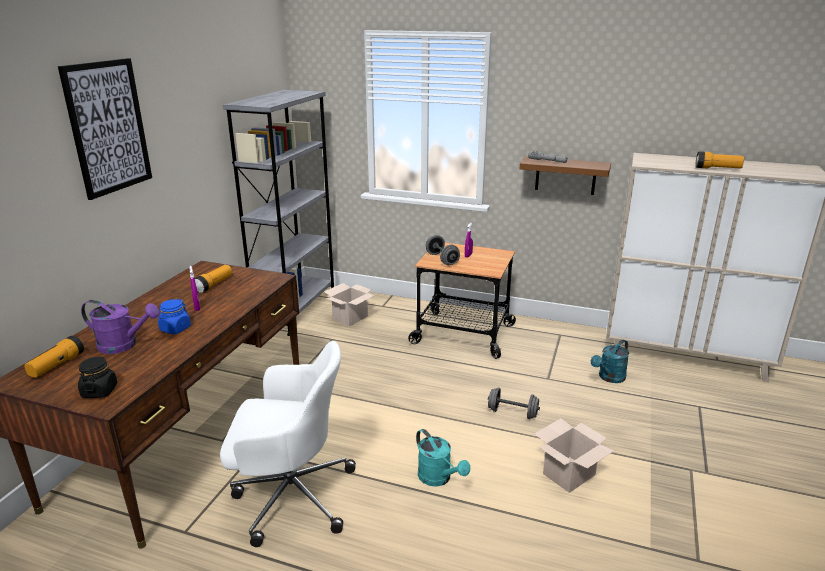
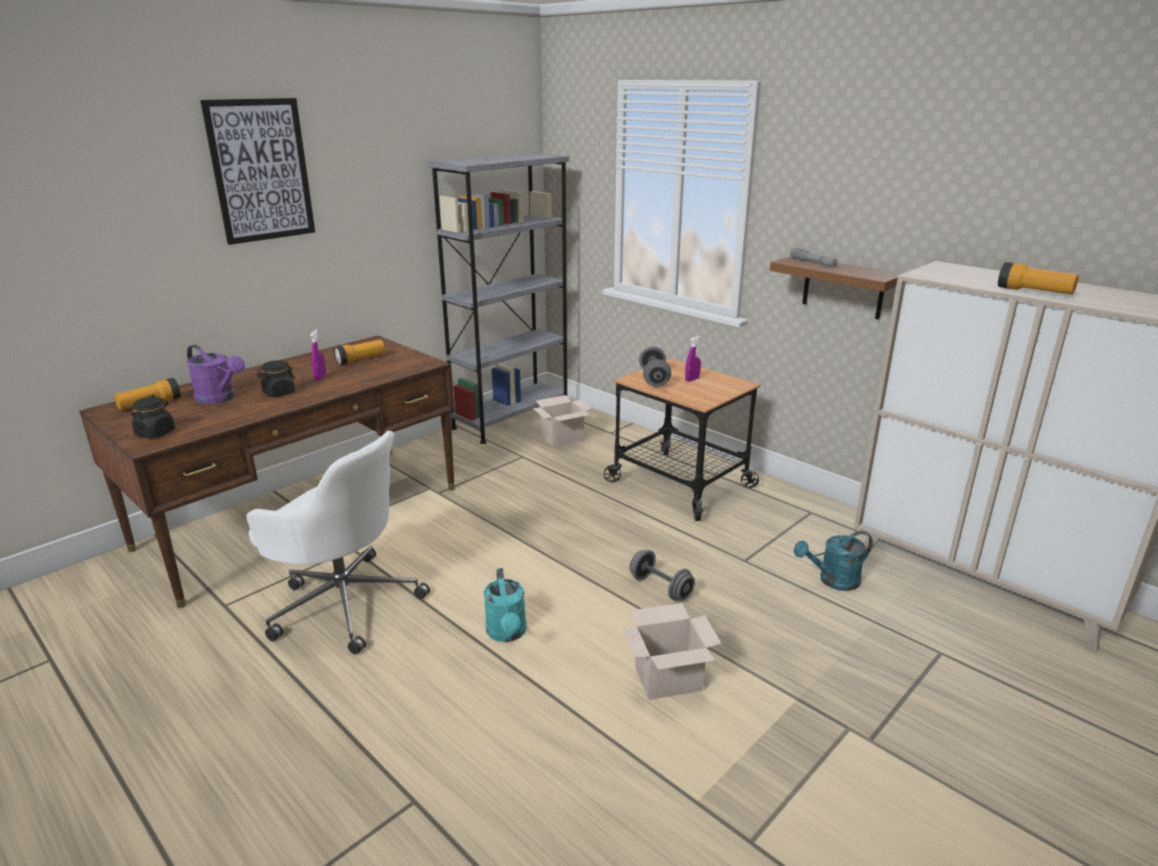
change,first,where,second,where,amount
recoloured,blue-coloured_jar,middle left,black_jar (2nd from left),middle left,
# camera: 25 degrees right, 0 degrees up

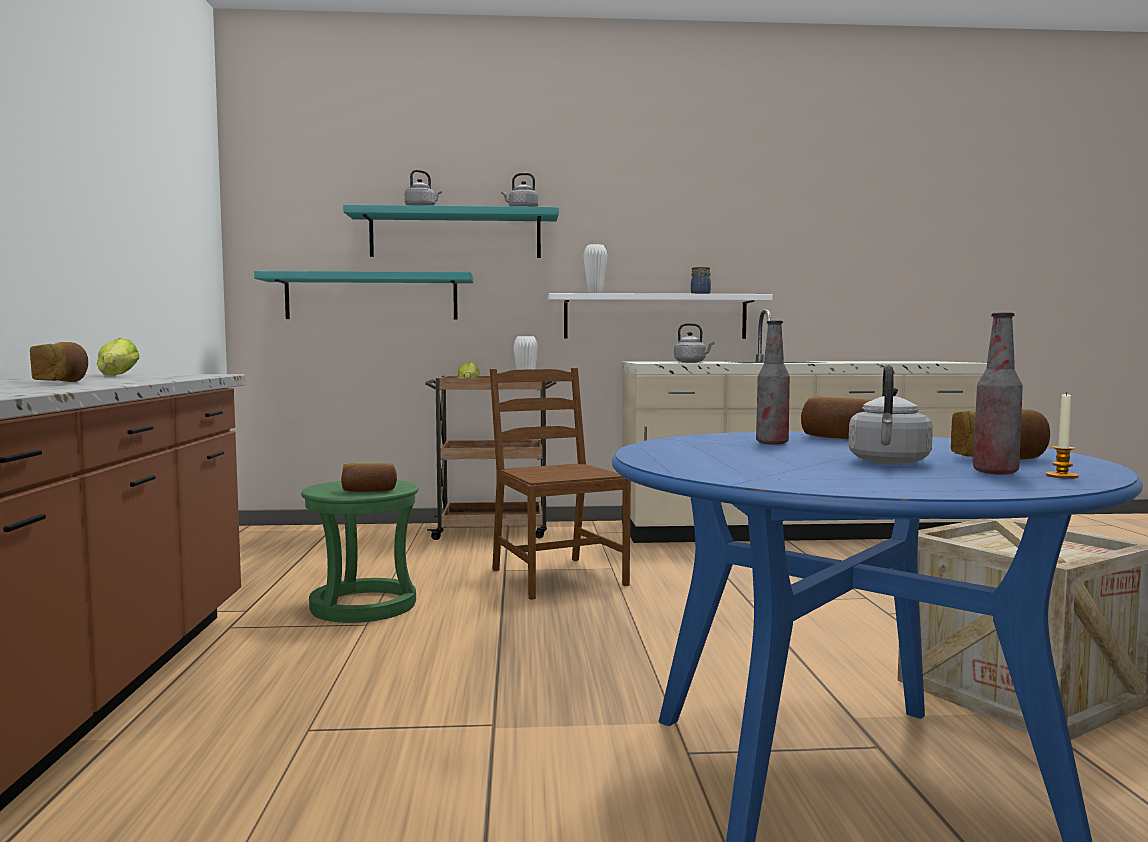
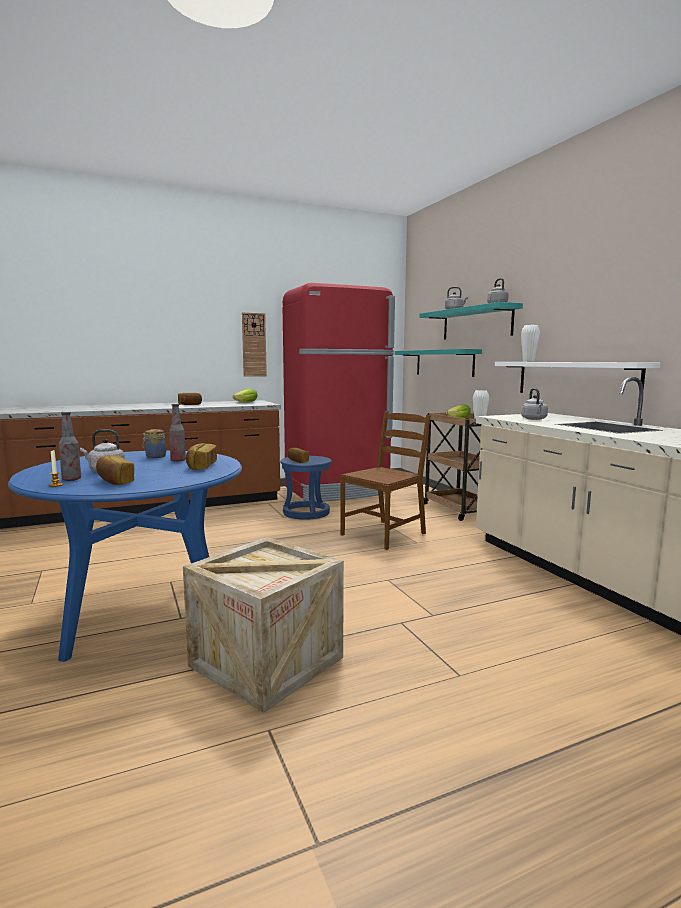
change,first,where,second,where,amount
moved,jar,top centre,,middle left,
recoloured,green_stool_seat,middle left,blue-coloured_stool_seat,centre,
added,,,reddish_refrigerator,centre,
added,,,hanging_clock,centre,
# camera: 70 degrees right, 5 degrees up

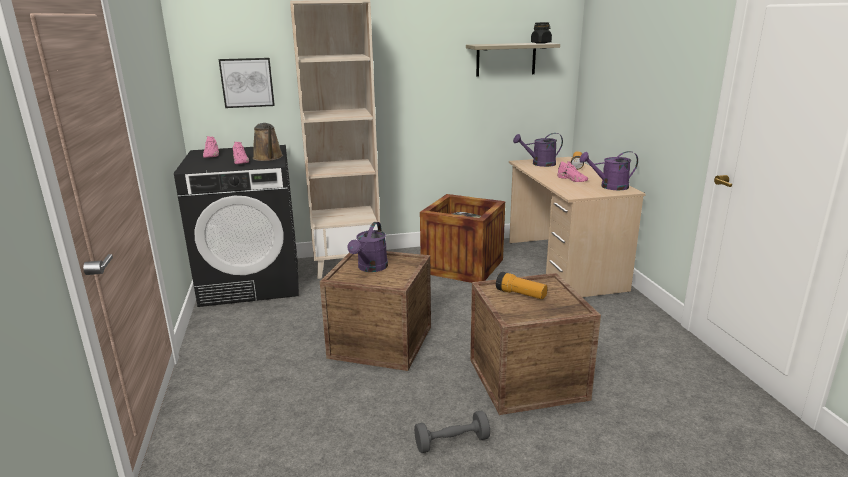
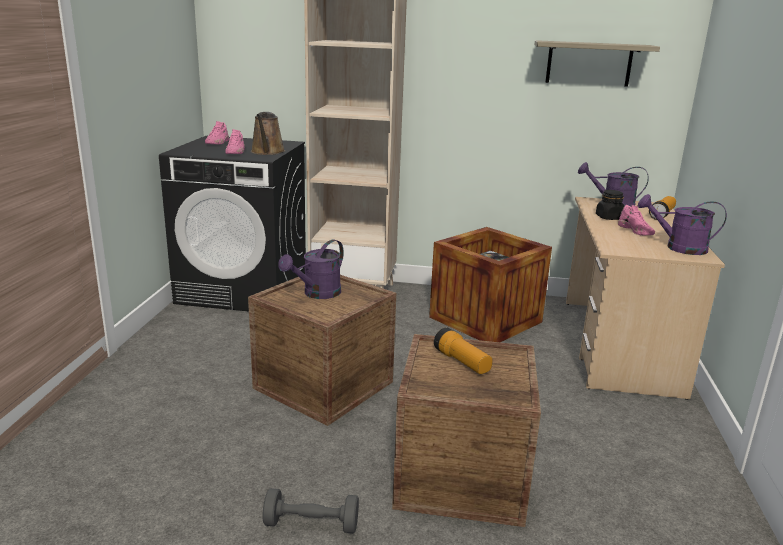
change,first,where,second,where,amount
moved,black_jar,top centre,,middle right,
removed,wall_art,top left,,,
# camera: 20 degrees right, 0 degrees up

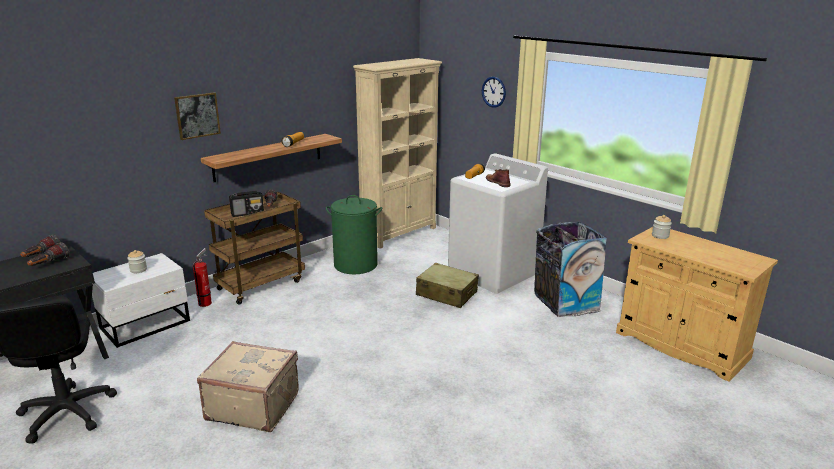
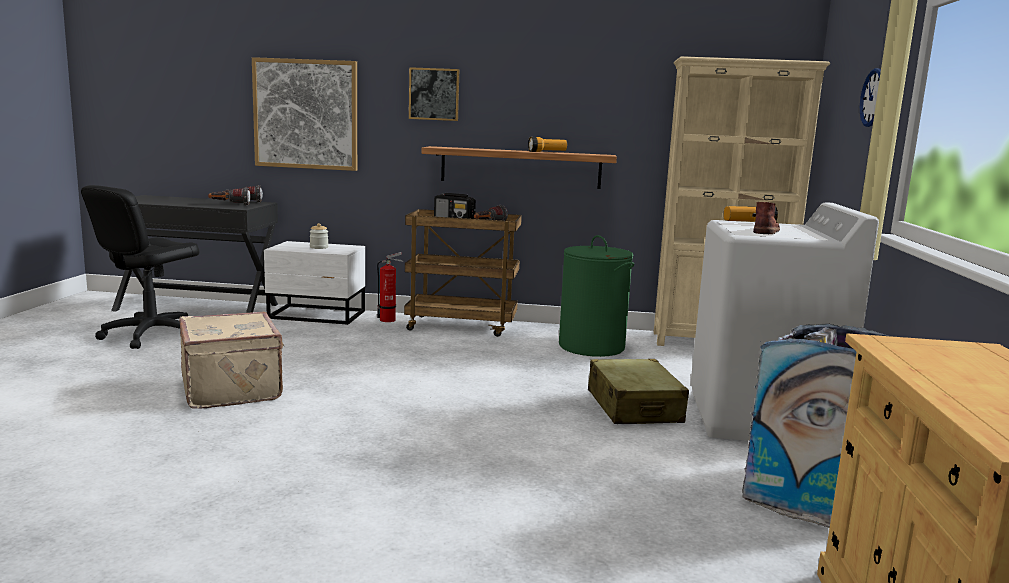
change,first,where,second,where,amount
removed,jar (2nd from left),middle right,,,
added,,,wall_art (1st from left),top left,
# camera: 50 degrees right, 10 degrees down

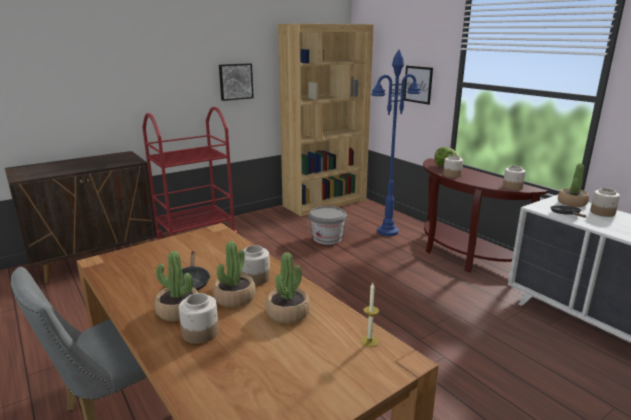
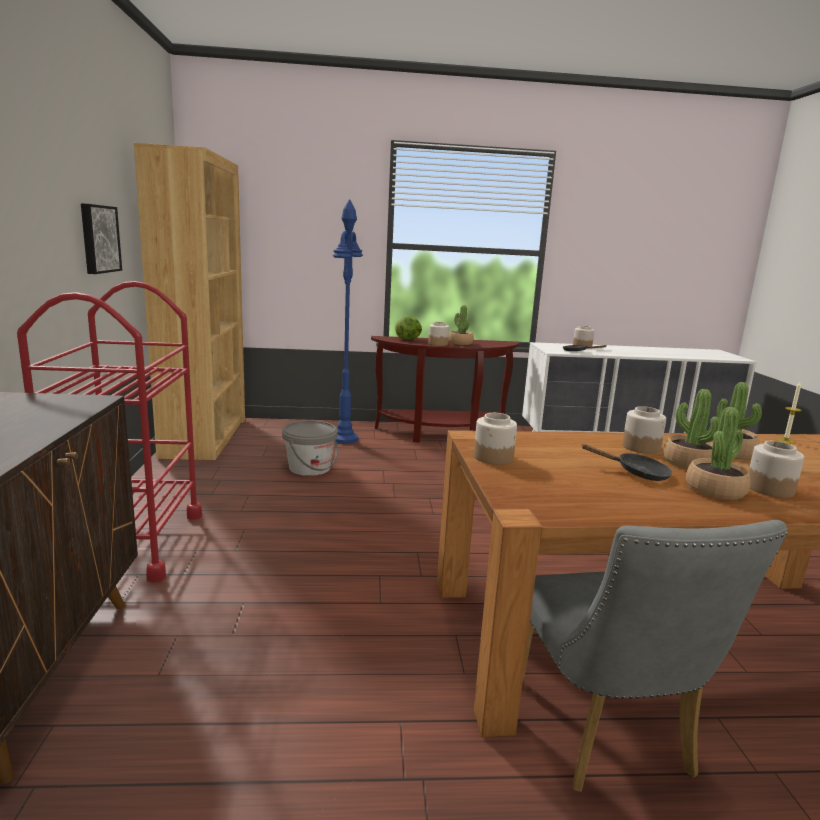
change,first,where,second,where,amount
removed,wall_art (2nd from left),top centre,,,
moved,potted_plant (4th from left in the first image),middle right,potted_plant (1st from left),centre,
moved,jar (4th from left in the first image),middle right,jar (2nd from left),centre,
# camera: 60 degrees left, 5 degrees down

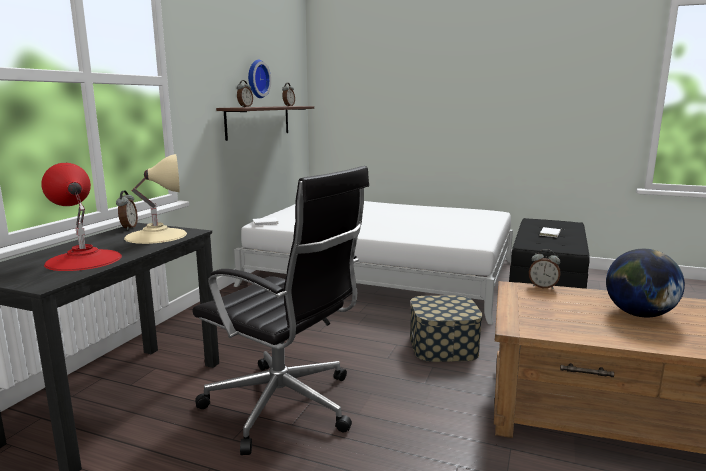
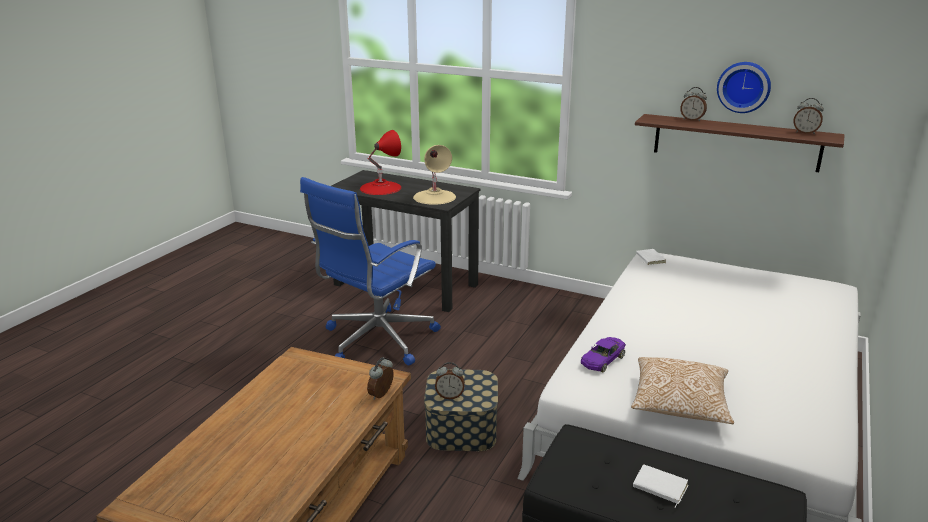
change,first,where,second,where,amount
recoloured,black_office_chair,centre,blue-coloured_office_chair,centre,
moved,alarm_clock (1st from left in the first image),middle left,alarm_clock (2nd from left),bottom centre,
removed,world_globe,middle right,,,
added,,,purplish_toy_car,bottom centre,
added,,,throw_pillow,bottom right,
# camera: 95 degrees right, 10 degrees up

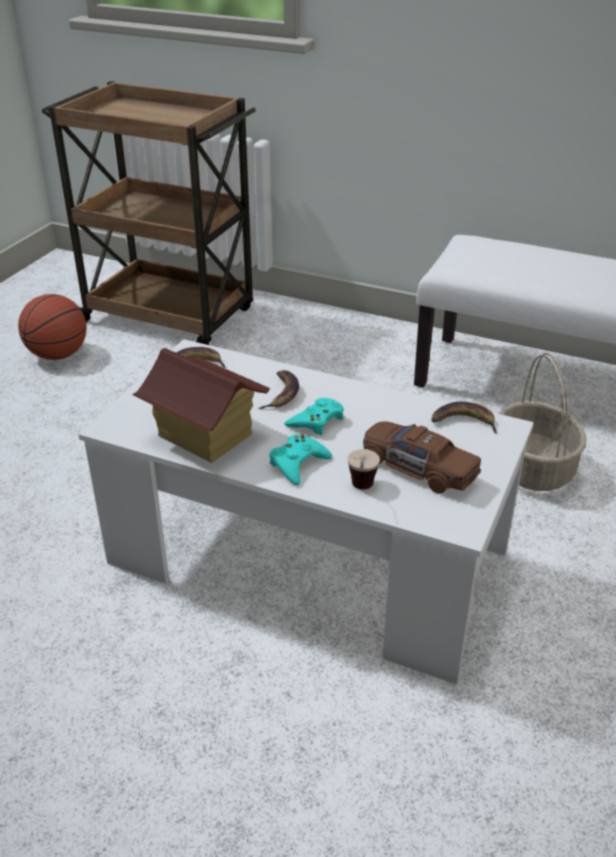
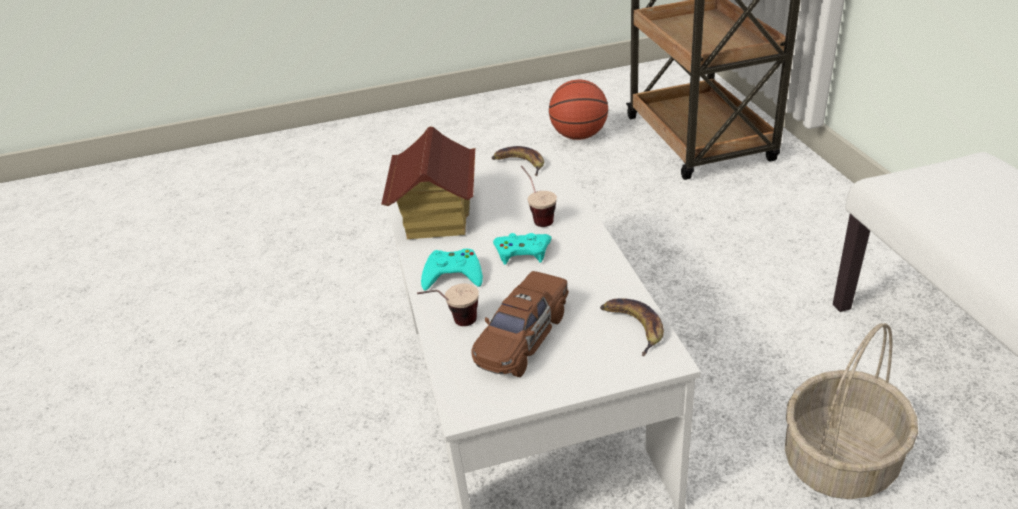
change,first,where,second,where,amount
replaced,banana_fruit (2nd from left),centre,small_cup (2nd from left),centre,
turned,brown-coloured_toy_car,middle right,,centre,150 degrees counterclockwise
# camera: 55 degrees right, 0 degrees up

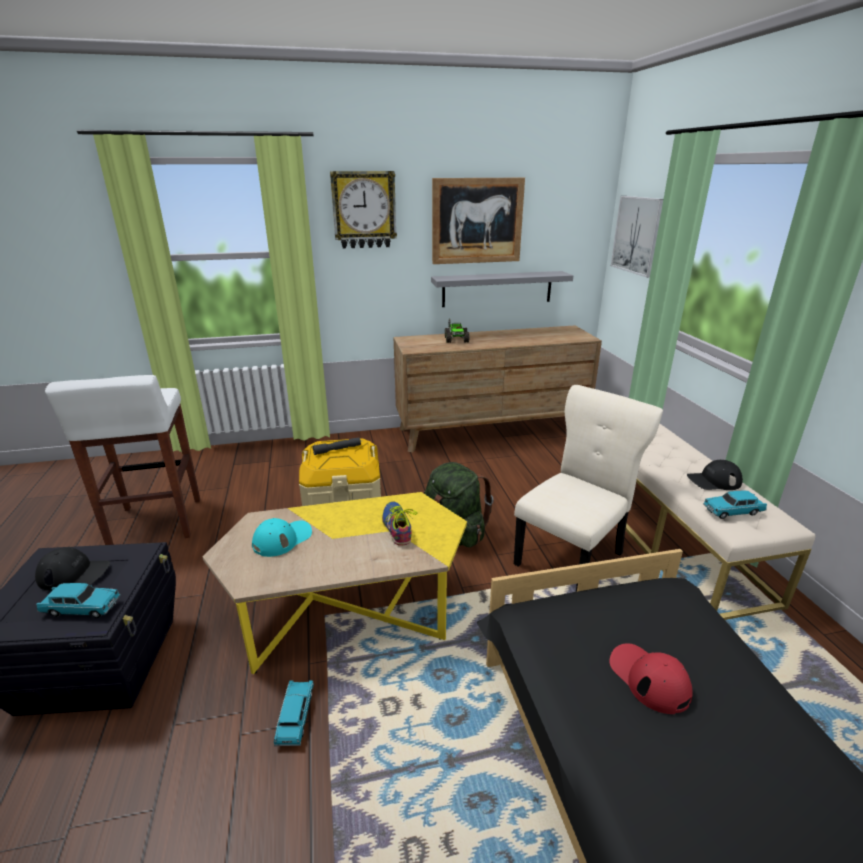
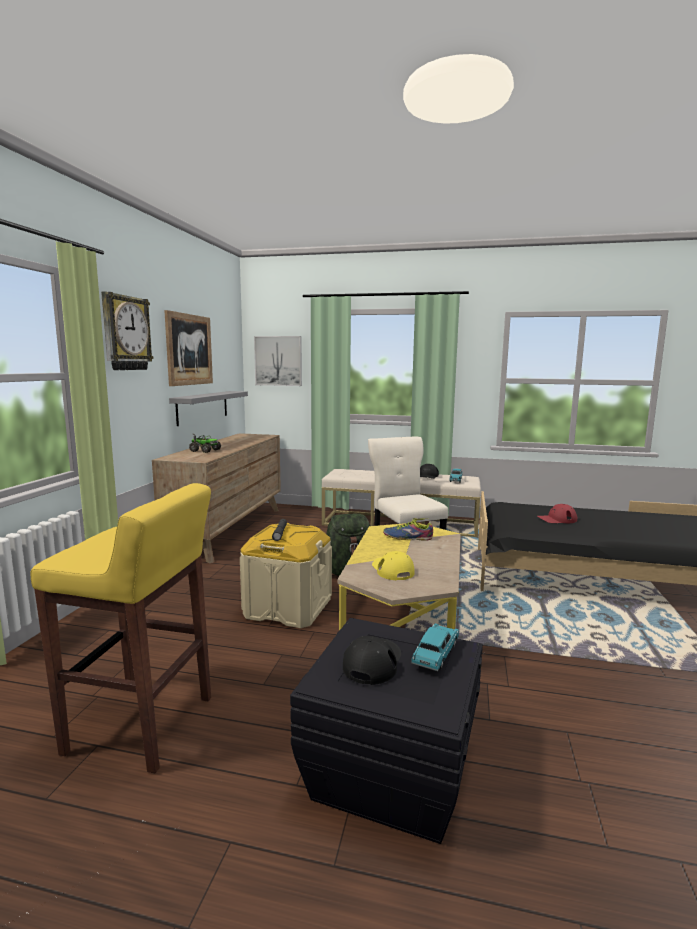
change,first,where,second,where,amount
recoloured,white_stool_seat,middle left,yellow-coloured_stool_seat,bottom left,
recoloured,turquoise-coloured_cap,middle left,yellow-coloured_cap,centre,
removed,turquoise-coloured_toy_car (2nd from left),bottom centre,,,
# camera: 65 degrees left, 15 degrees down

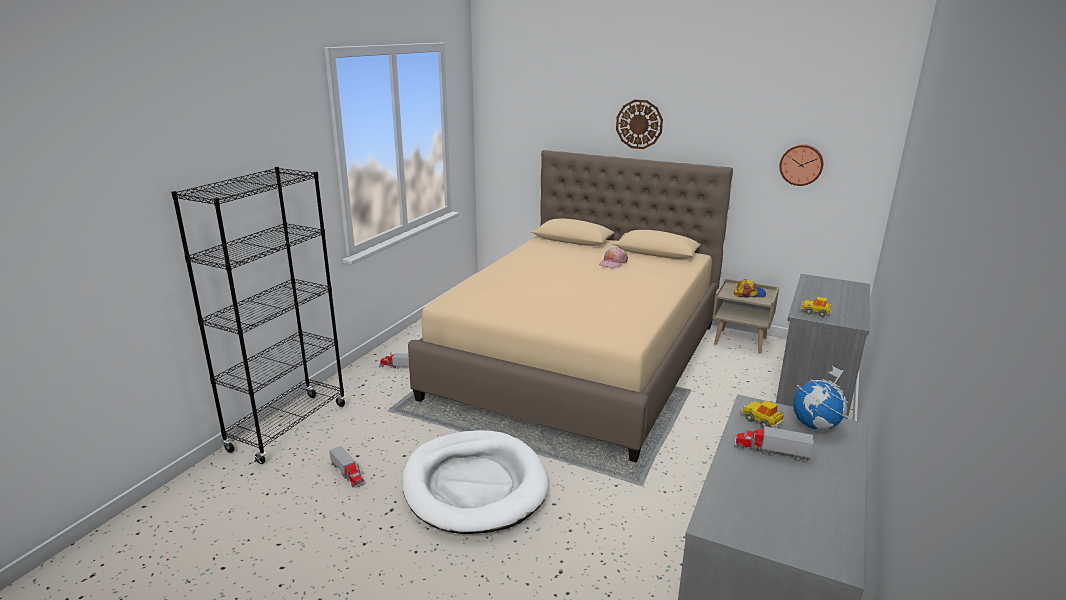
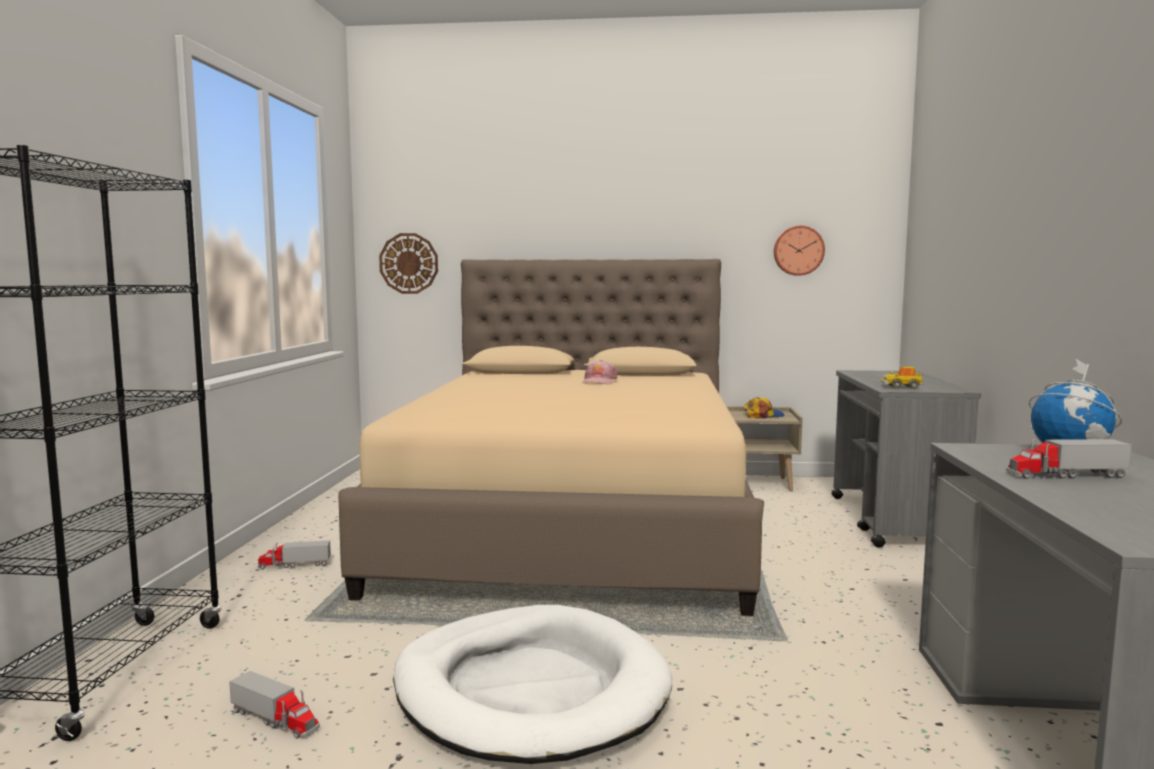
change,first,where,second,where,amount
moved,hanging_clock (1st from left),top centre,,centre,
removed,toy_car (1st from left),bottom right,,,
# camera: 20 degrees left, 15 degrees down

